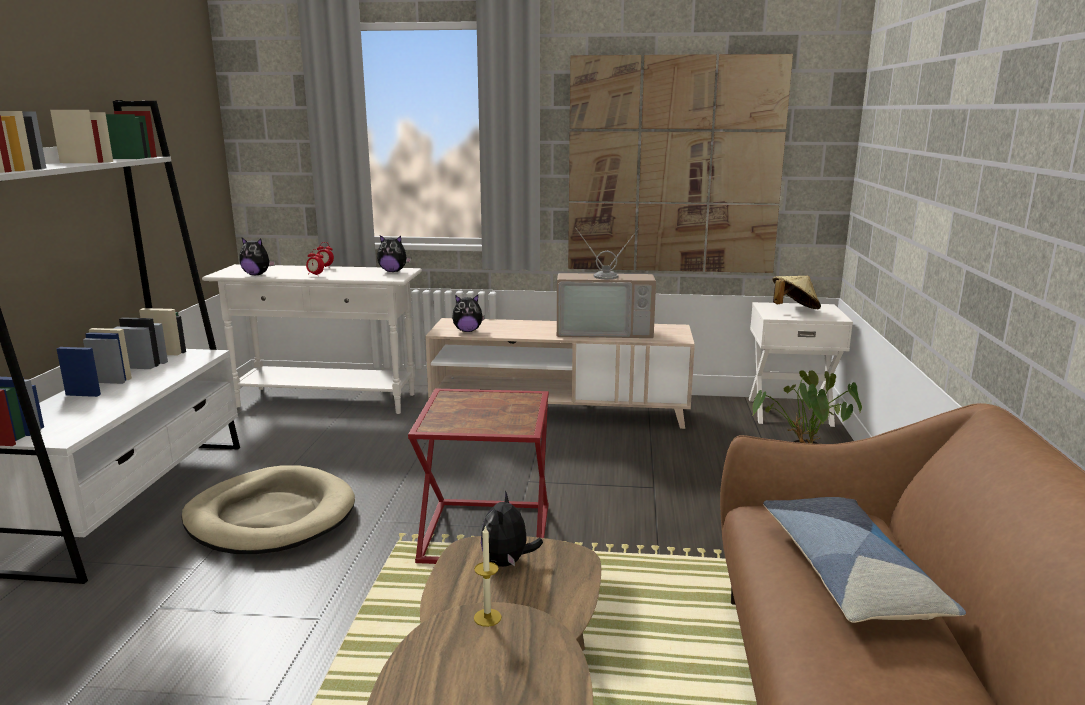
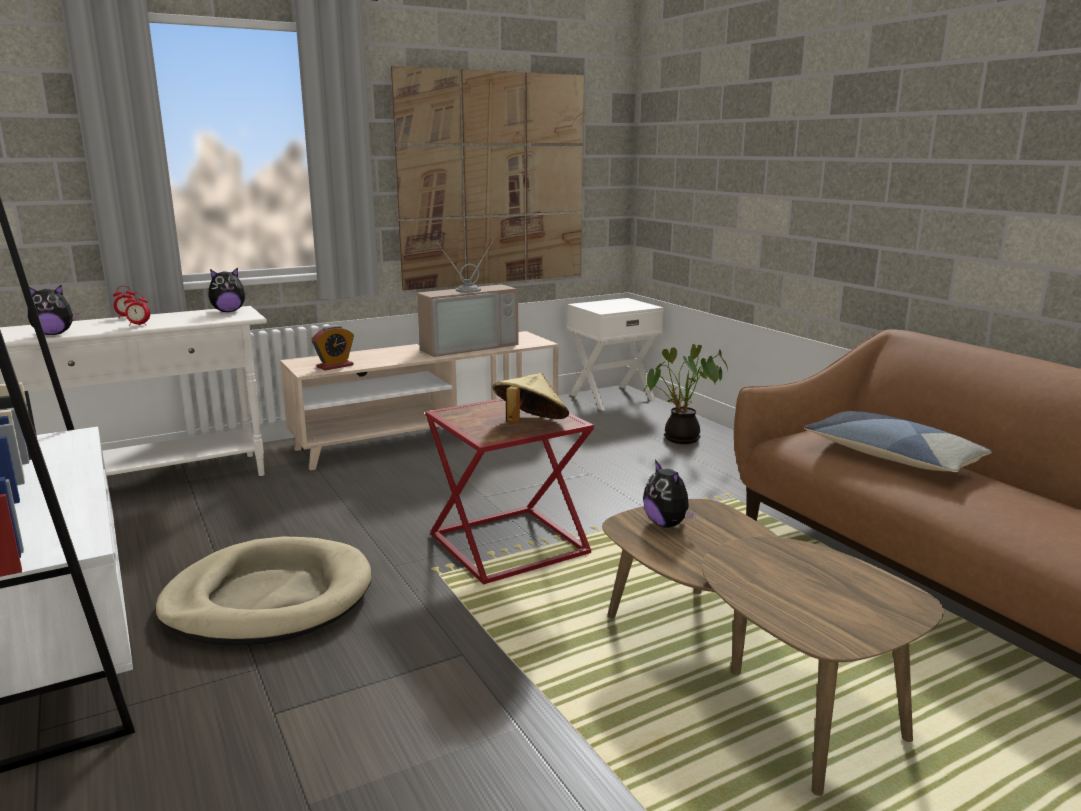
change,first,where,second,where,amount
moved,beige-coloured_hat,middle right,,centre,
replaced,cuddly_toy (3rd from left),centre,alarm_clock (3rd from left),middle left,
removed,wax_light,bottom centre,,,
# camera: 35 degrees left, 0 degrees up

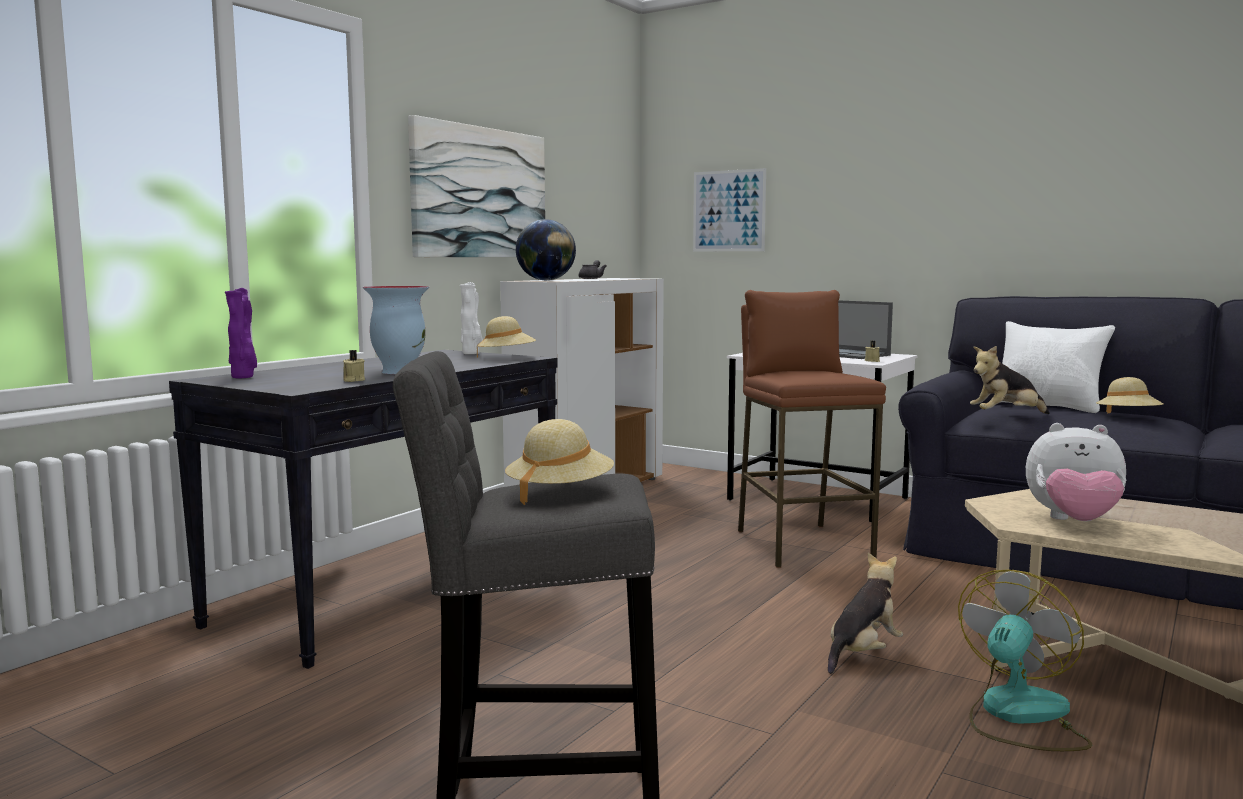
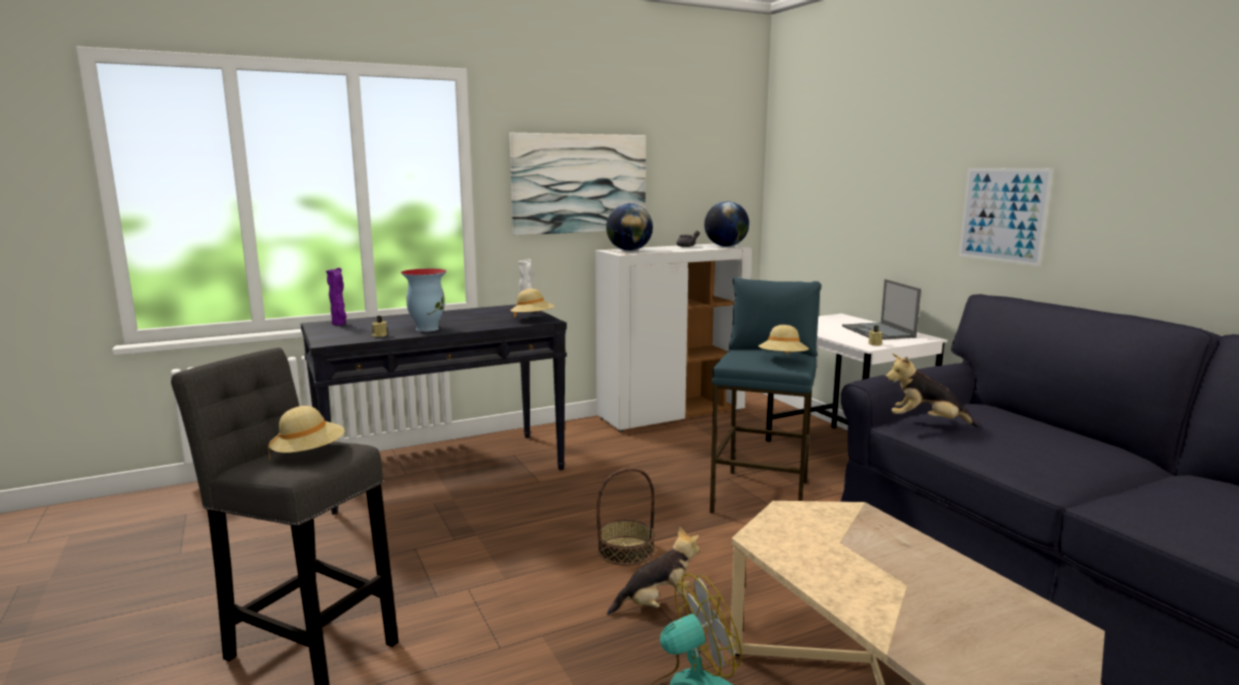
change,first,where,second,where,amount
moved,wall_art (2nd from left),top centre,,top right,
recoloured,brown-coloured_stool_seat,centre,blue-coloured_stool_seat,centre,
removed,white_throw_pillow,middle right,,,
moved,beige-coloured_hat (3rd from left),middle right,,centre,
removed,cuddly_toy (3rd from left),middle right,,,
added,,,world_globe (2nd from left),top centre,
added,,,storage_basket,bottom centre,
# camera: 30 degrees right, 5 degrees up

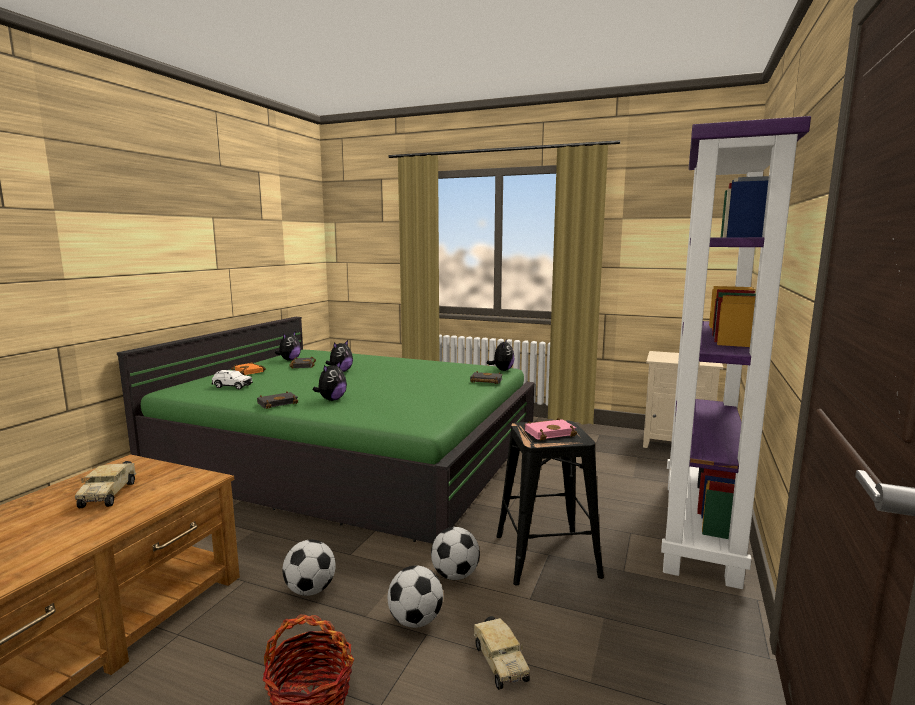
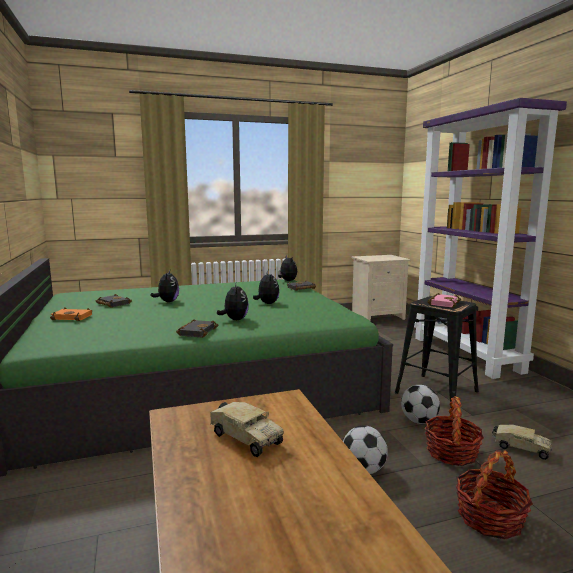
change,first,where,second,where,amount
moved,cuddly_toy (1st from left in the first image),middle left,cuddly_toy (3rd from left),centre,
removed,white_toy_car,middle left,,,
replaced,ball_for_football (2nd from left),bottom centre,storage_basket (1st from left),bottom right,
# camera: 40 degrees left, 0 degrees up

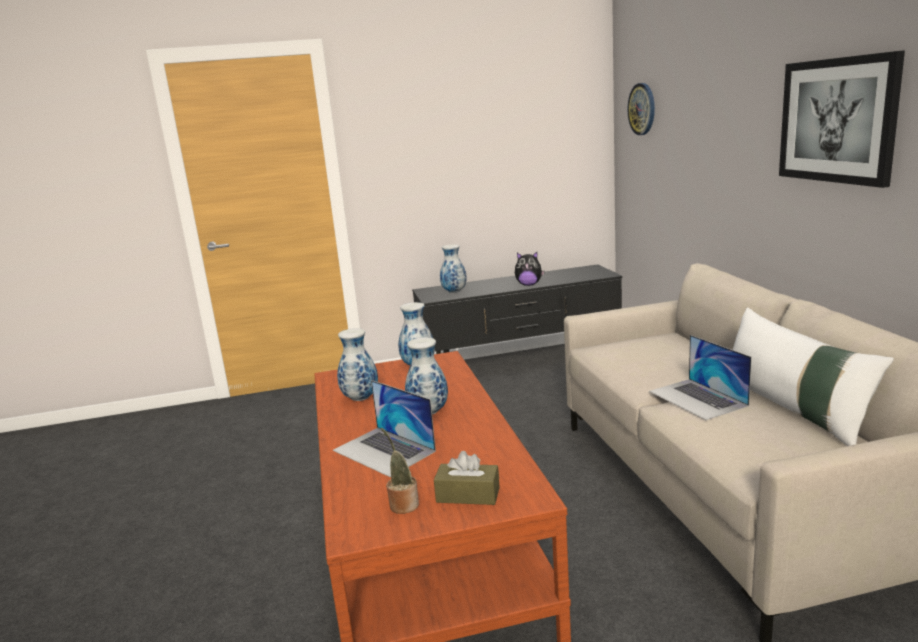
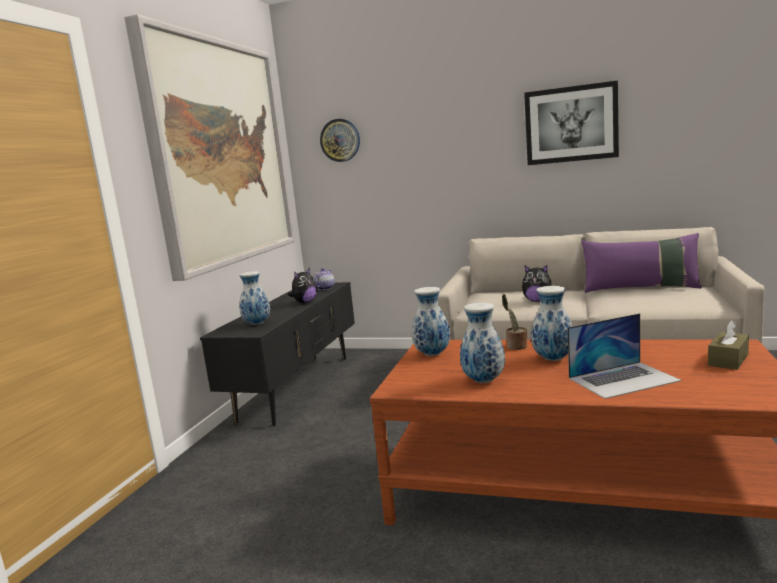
change,first,where,second,where,amount
recoloured,white_throw_pillow,middle right,purplish_throw_pillow,middle right,
removed,laptop (2nd from left),middle right,,,
moved,potted_plant,bottom centre,,centre,
added,,,wall_art (1st from left),top left,
added,,,cuddly_toy (2nd from left),middle right,
added,,,teapot,centre,
# camera: 60 degrees left, 5 degrees down

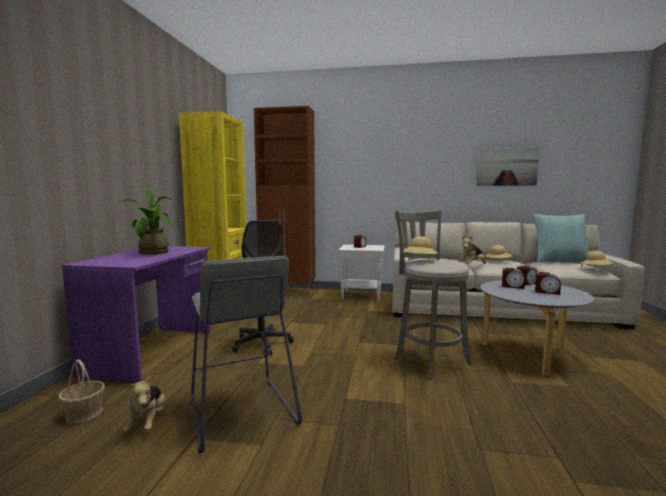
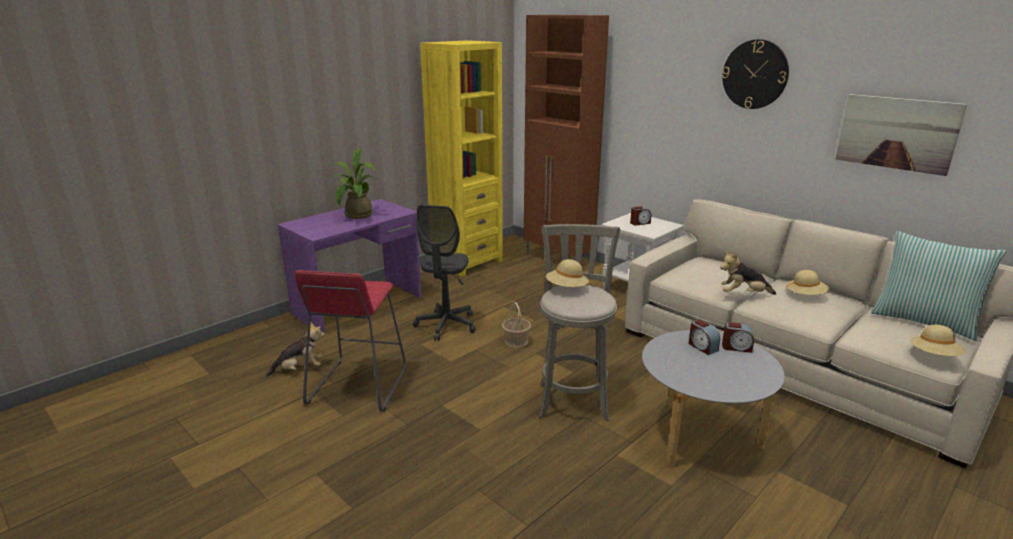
change,first,where,second,where,amount
recoloured,gray_stool_seat (1st from left),bottom centre,reddish_stool_seat,centre,
removed,alarm_clock (4th from left),middle right,,,
moved,storage_basket,bottom left,,centre,
turned,cuddly_toy (1st from left),bottom left,,middle left,135 degrees counterclockwise
added,,,hanging_clock,top right,
# camera: 35 degrees right, 15 degrees up

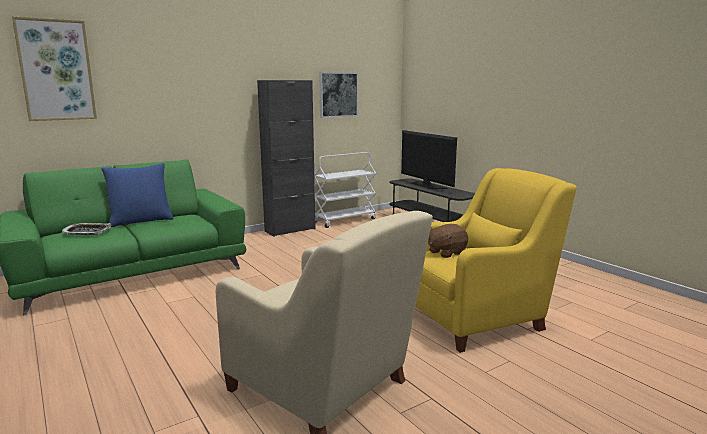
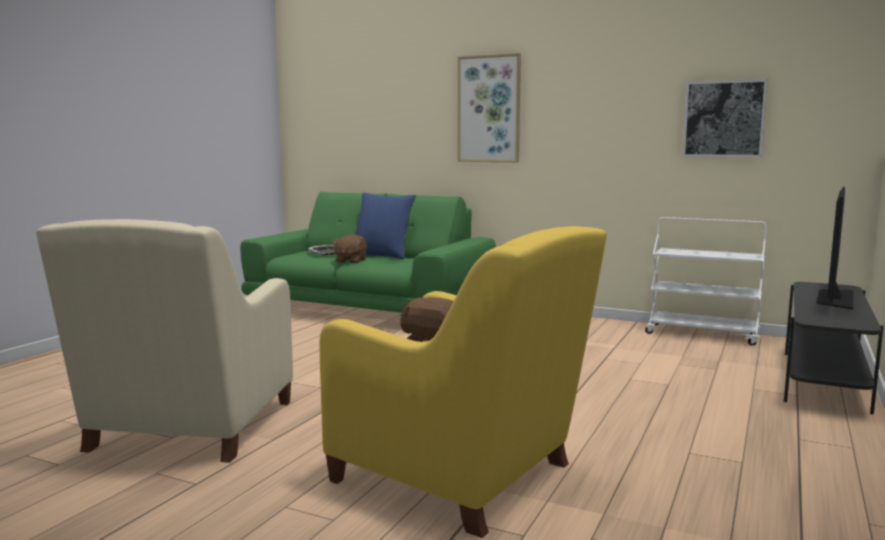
change,first,where,second,where,amount
moved,wall_art (1st from left),top left,,top centre,
removed,black_cupboard,centre,,,
added,,,brown-coloured_cuddly_toy (1st from left),centre,
# camera: 60 degrees right, 5 degrees down

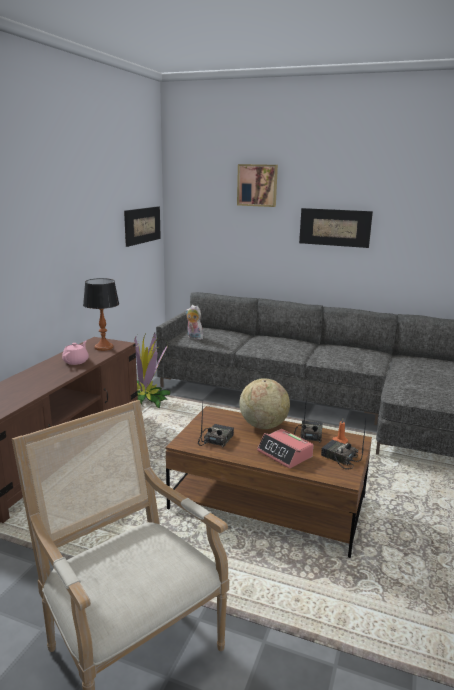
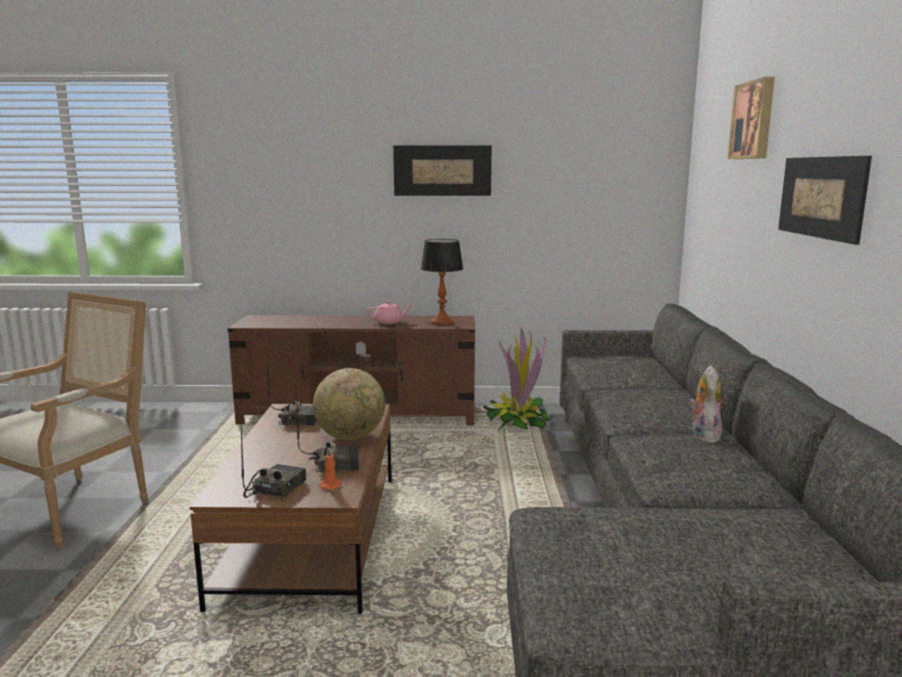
change,first,where,second,where,amount
moved,wall_art (1st from left),top left,,top centre,
moved,cuddly_toy,centre,,middle right,
removed,alarm_clock,centre,,,
# camera: 70 degrees right, 5 degrees down

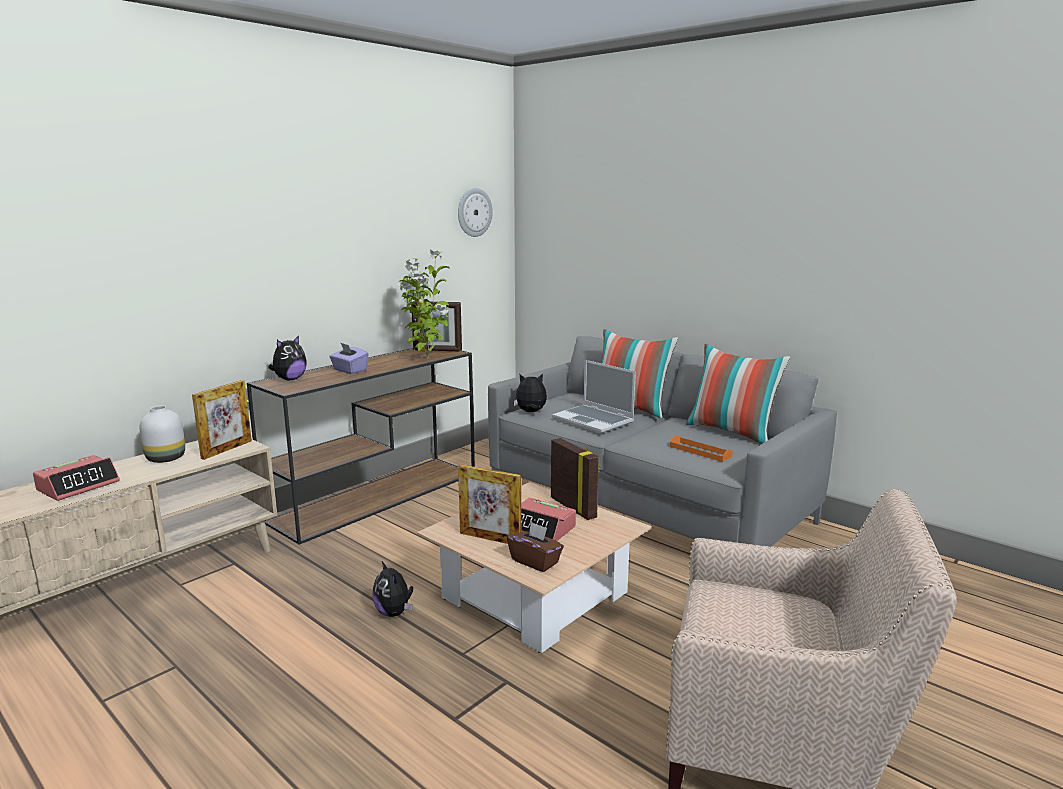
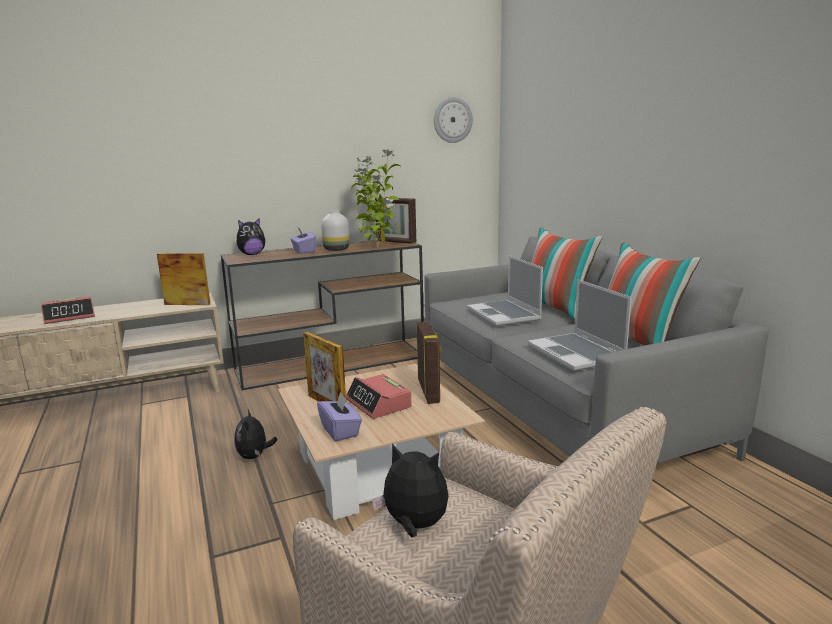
change,first,where,second,where,amount
moved,cuddly_toy (3rd from left),centre,,bottom centre,
turned,standing_frame (1st from left),middle left,,middle left,135 degrees counterclockwise
moved,white_decorative_vase,middle left,,centre,
replaced,orange-coloured_serving_tray,centre,laptop (2nd from left),middle right,
recoloured,brown-coloured_tissue_box,bottom centre,purplish_tissue_box (2nd from left),bottom centre,
# camera: 25 degrees right, 0 degrees up

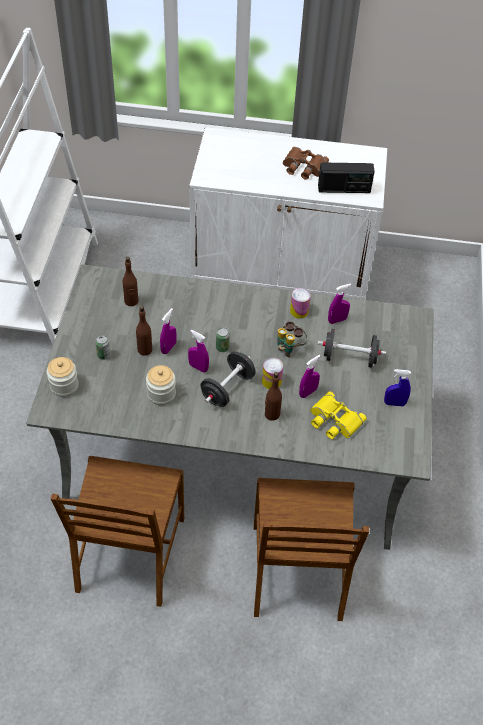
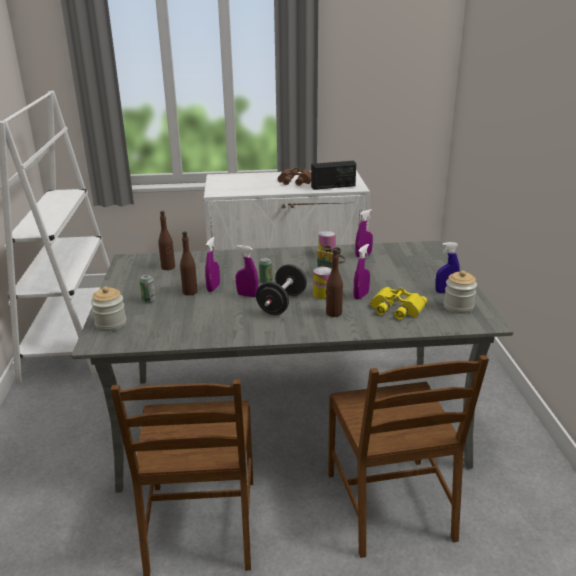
change,first,where,second,where,amount
removed,black_hand_weight (2nd from left),middle right,,,
moved,jar (2nd from left),centre,,middle right,
# camera: 10 degrees left, 25 degrees down

